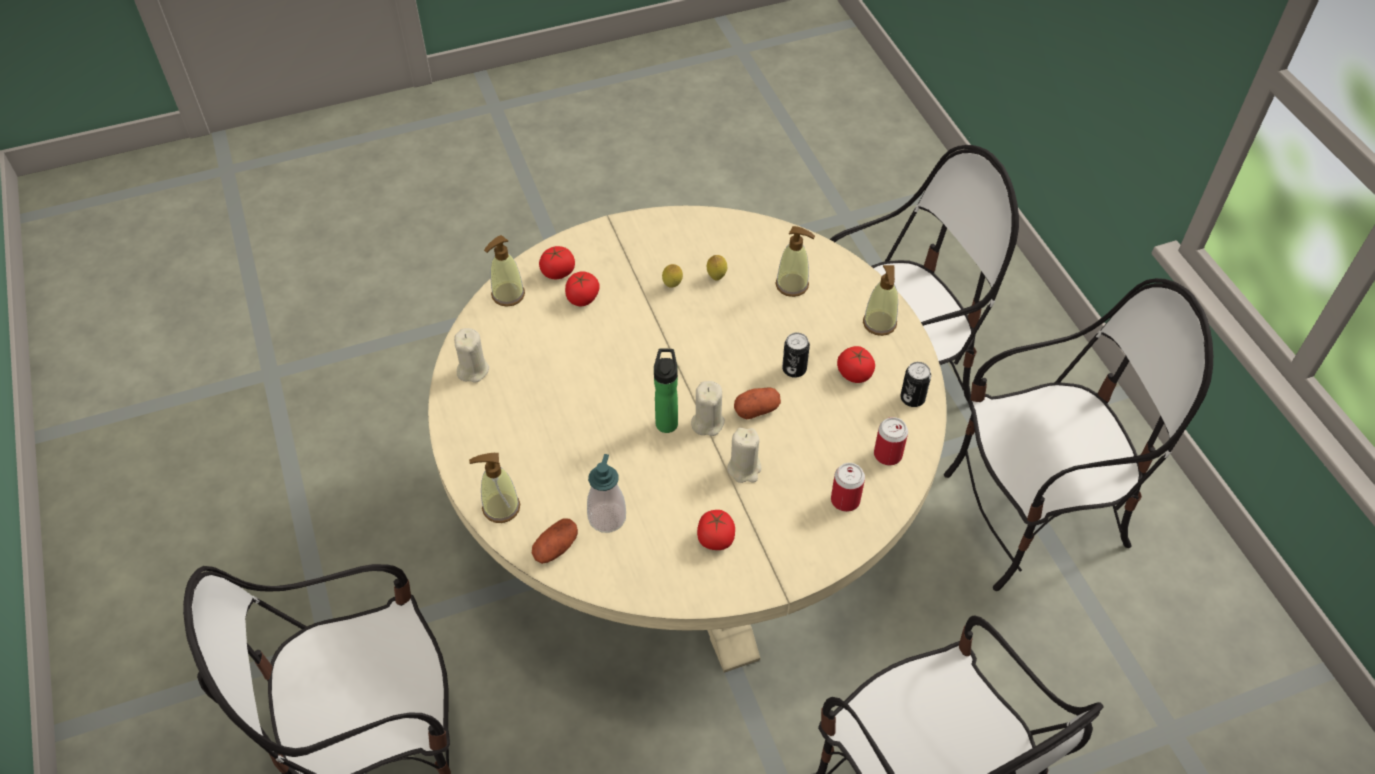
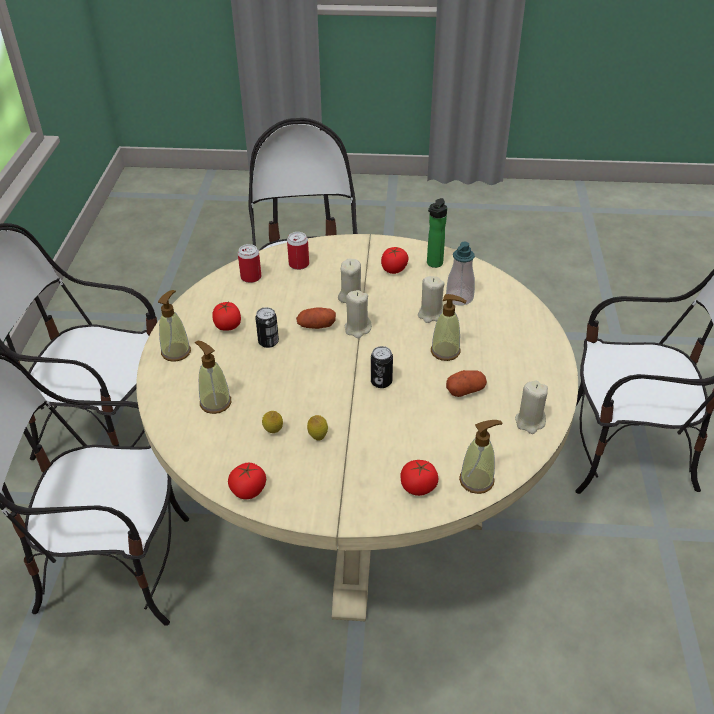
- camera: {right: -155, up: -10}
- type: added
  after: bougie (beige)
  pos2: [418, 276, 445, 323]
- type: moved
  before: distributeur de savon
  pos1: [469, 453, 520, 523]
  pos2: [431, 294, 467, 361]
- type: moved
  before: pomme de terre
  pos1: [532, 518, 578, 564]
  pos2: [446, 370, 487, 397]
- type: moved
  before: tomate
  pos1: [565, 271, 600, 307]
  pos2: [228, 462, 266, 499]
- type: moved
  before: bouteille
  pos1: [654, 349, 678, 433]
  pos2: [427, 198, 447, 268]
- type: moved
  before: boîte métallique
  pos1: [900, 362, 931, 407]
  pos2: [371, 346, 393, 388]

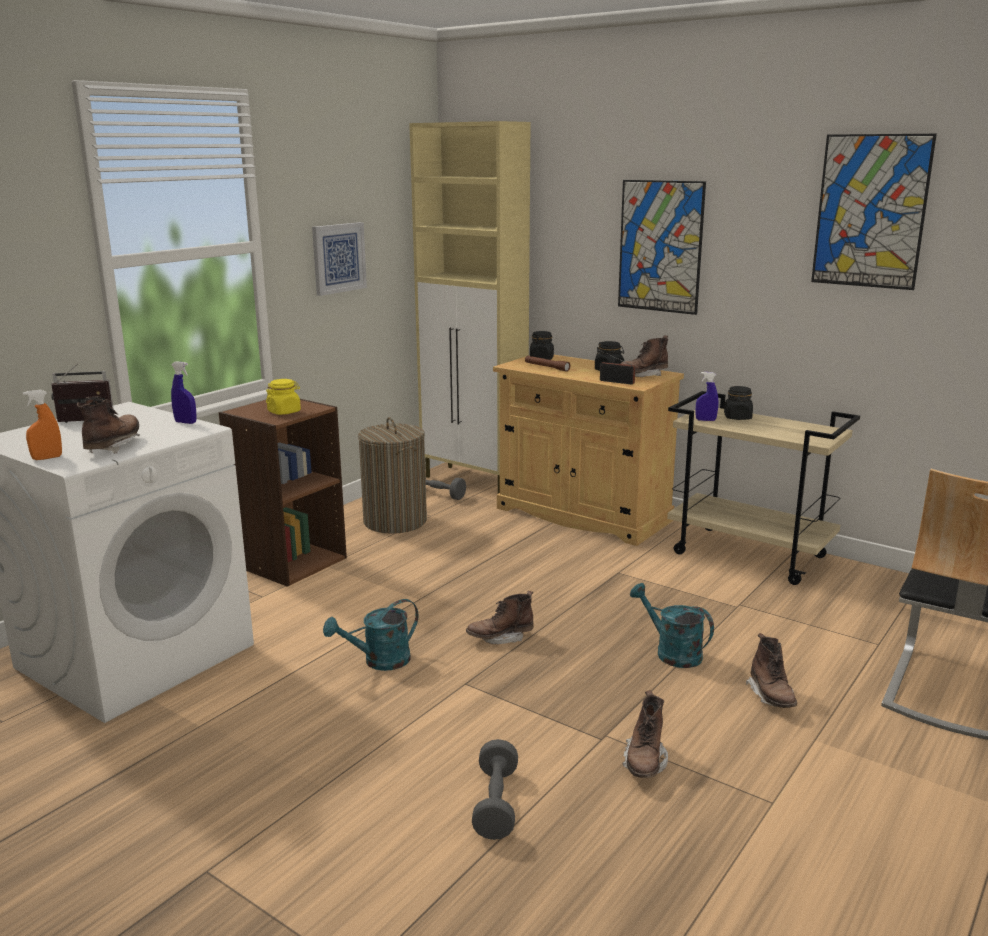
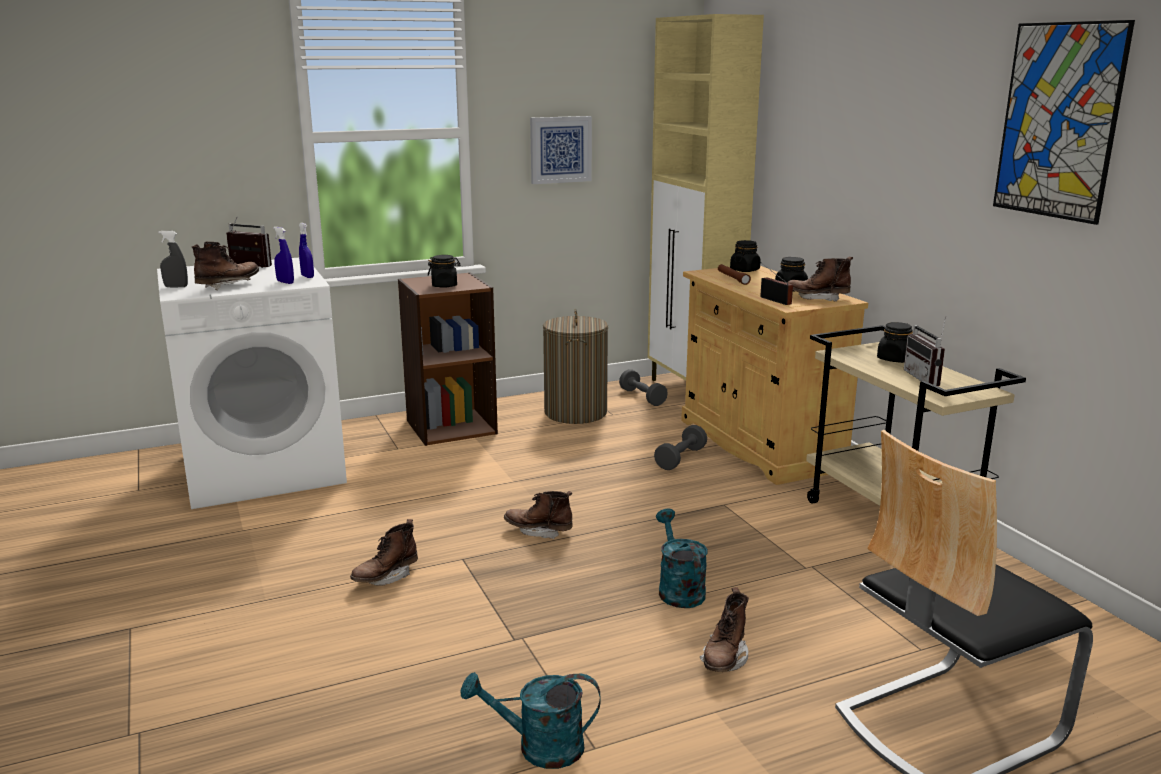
- camera: {right: 30, up: 0}
- type: removed
  before: tableau
  pos1: [618, 180, 706, 315]
- type: added
  after: radio
  pos2: [904, 316, 946, 386]
- type: moved
  before: arrosoir (turquoise)
  pos1: [323, 599, 418, 671]
  pos2: [461, 672, 601, 769]
- type: moved
  before: haltère (gris)
  pos1: [472, 739, 518, 840]
  pos2: [654, 425, 707, 470]
- type: moved
  before: botte (marron)
  pos1: [622, 690, 668, 778]
  pos2: [350, 519, 418, 585]
- type: moved
  before: vaporisateur (bleu)
  pos1: [696, 372, 718, 421]
  pos2: [273, 227, 294, 284]
- type: recoloured
  before: vaporisateur (orange)
  after: vaporisateur (gris)
  pos1: [23, 390, 62, 460]
  pos2: [158, 231, 188, 288]
- type: recoloured
  before: bocal (jaune)
  after: bocal (noir)
  pos1: [266, 379, 301, 415]
  pos2: [428, 255, 460, 288]

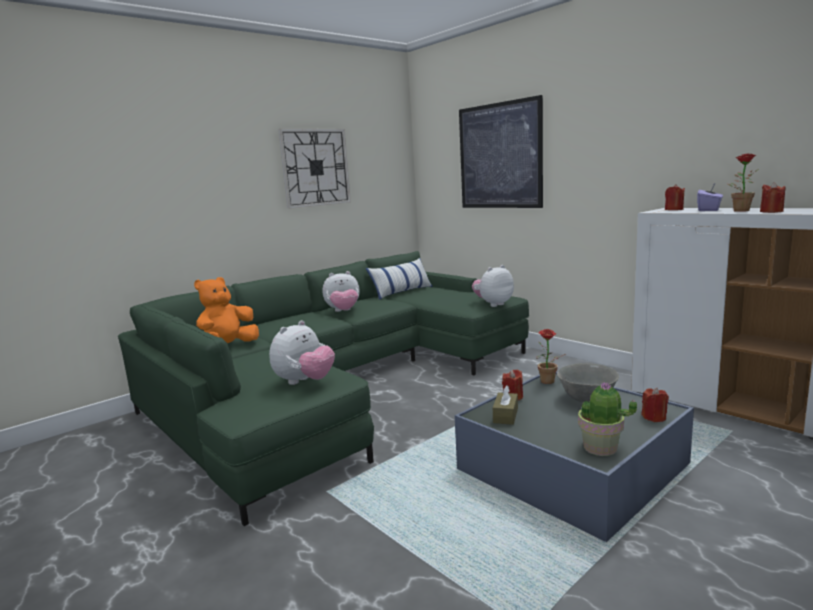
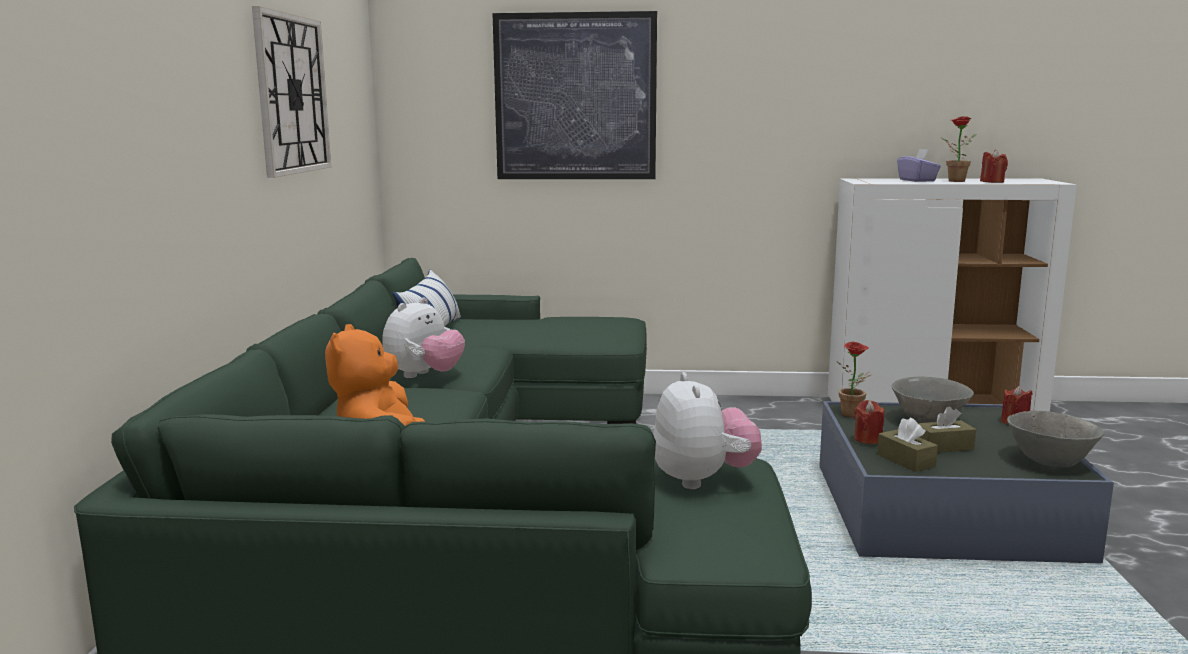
- camera: {right: -45, up: 0}
- type: removed
  before: peluche
  pos1: [472, 265, 514, 307]
- type: removed
  before: bougie (rouge)
  pos1: [665, 184, 685, 210]
- type: added
  after: boîte à mouchoirs (marron)
  pos2: [918, 406, 976, 453]
- type: replaced
  before: plante en pot
  after: bol (gris)
  pos1: [578, 382, 637, 456]
  pos2: [1007, 410, 1104, 468]

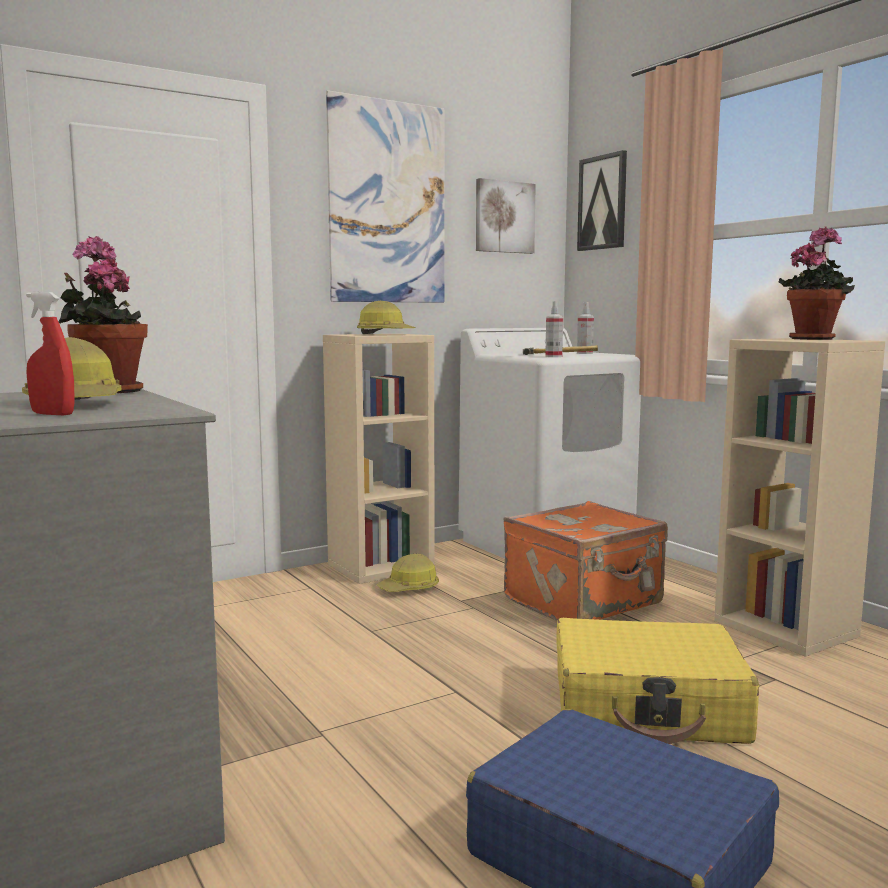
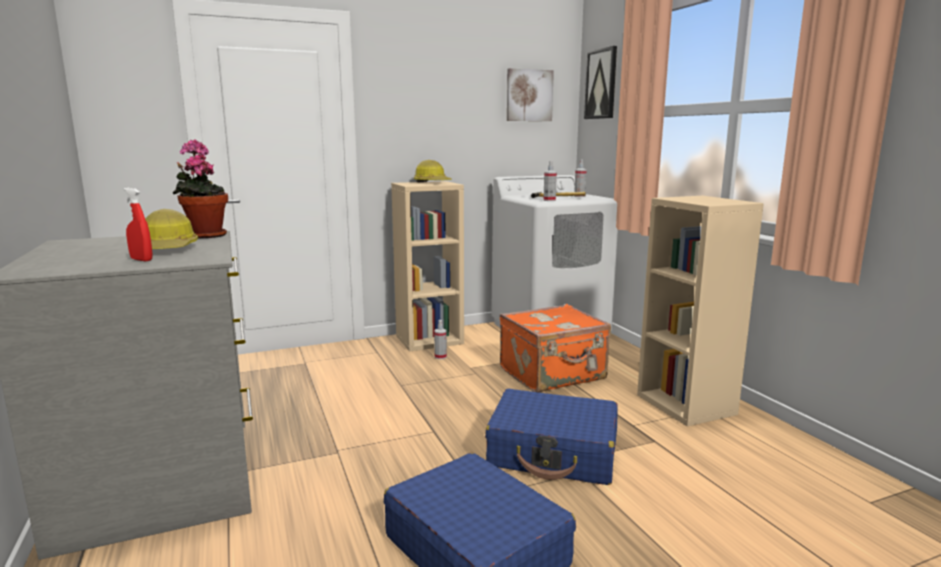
- camera: {right: 10, up: 5}
- type: removed
  before: tableau
  pos1: [326, 90, 444, 303]
- type: removed
  before: plante en pot
  pos1: [778, 226, 855, 340]
- type: replaced
  before: casque de chantier
  after: vaporisateur
  pos1: [376, 554, 439, 592]
  pos2: [434, 320, 447, 359]
- type: recoloured
  before: valise (jaune)
  after: valise (bleu)
  pos1: [556, 618, 759, 744]
  pos2: [485, 389, 618, 485]

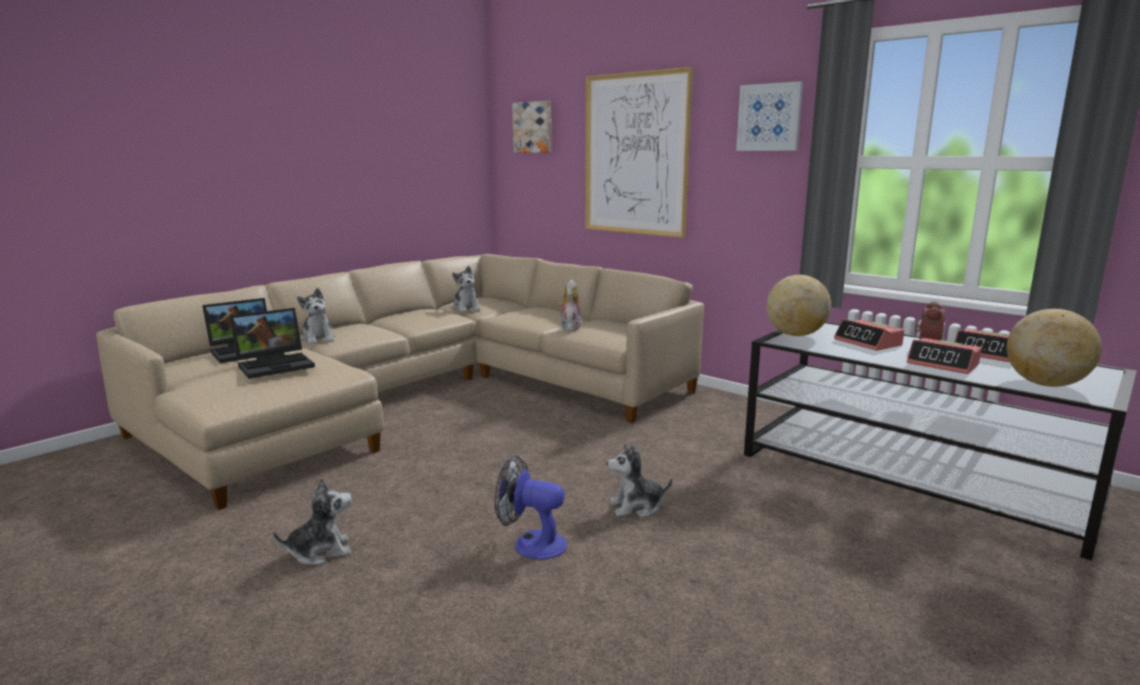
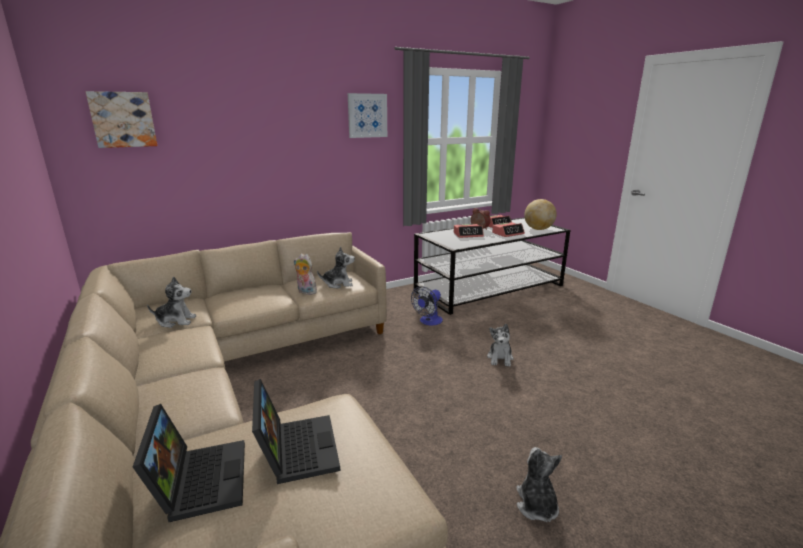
- camera: {right: -70, up: 5}
- type: removed
  before: tableau
  pos1: [585, 67, 693, 238]
- type: removed
  before: globe
  pos1: [766, 275, 831, 336]
- type: moved
  before: peluche
  pos1: [297, 288, 336, 344]
  pos2: [317, 246, 355, 289]
- type: moved
  before: ventilateur
  pos1: [495, 455, 567, 559]
  pos2: [411, 286, 443, 326]

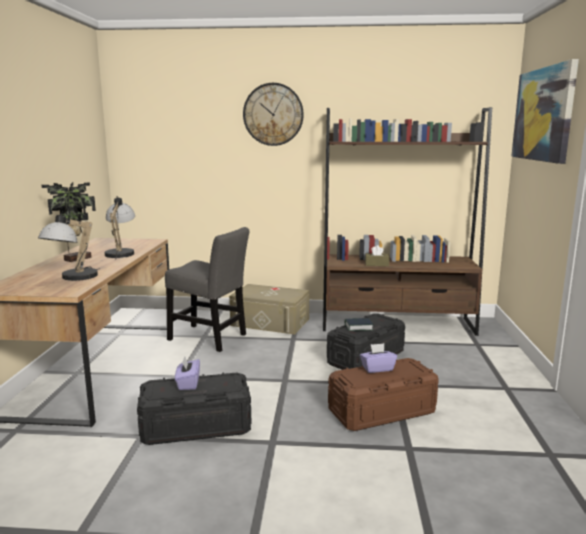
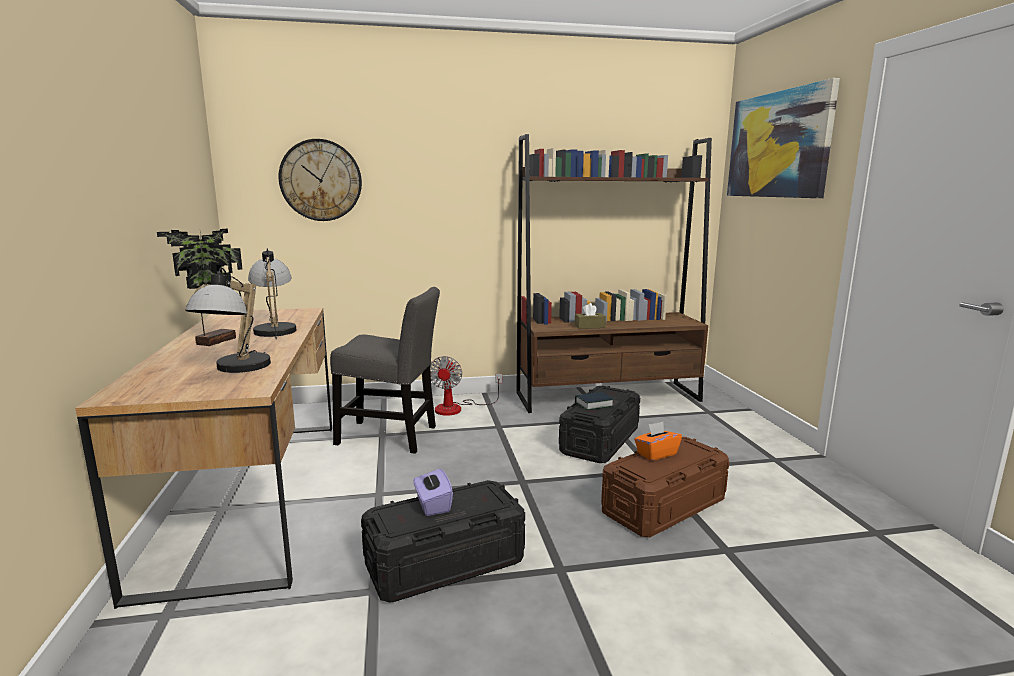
- camera: {right: -15, up: 0}
- type: moved
  before: horloge murale
  pos1: [243, 83, 304, 146]
  pos2: [278, 139, 362, 221]
- type: replaced
  before: boîte de rangement (beige)
  after: ventilateur
  pos1: [229, 284, 309, 334]
  pos2: [430, 356, 502, 416]
- type: recoloured
  before: boîte à mouchoirs (violet)
  after: boîte à mouchoirs (orange)
  pos1: [360, 343, 397, 373]
  pos2: [634, 422, 682, 461]

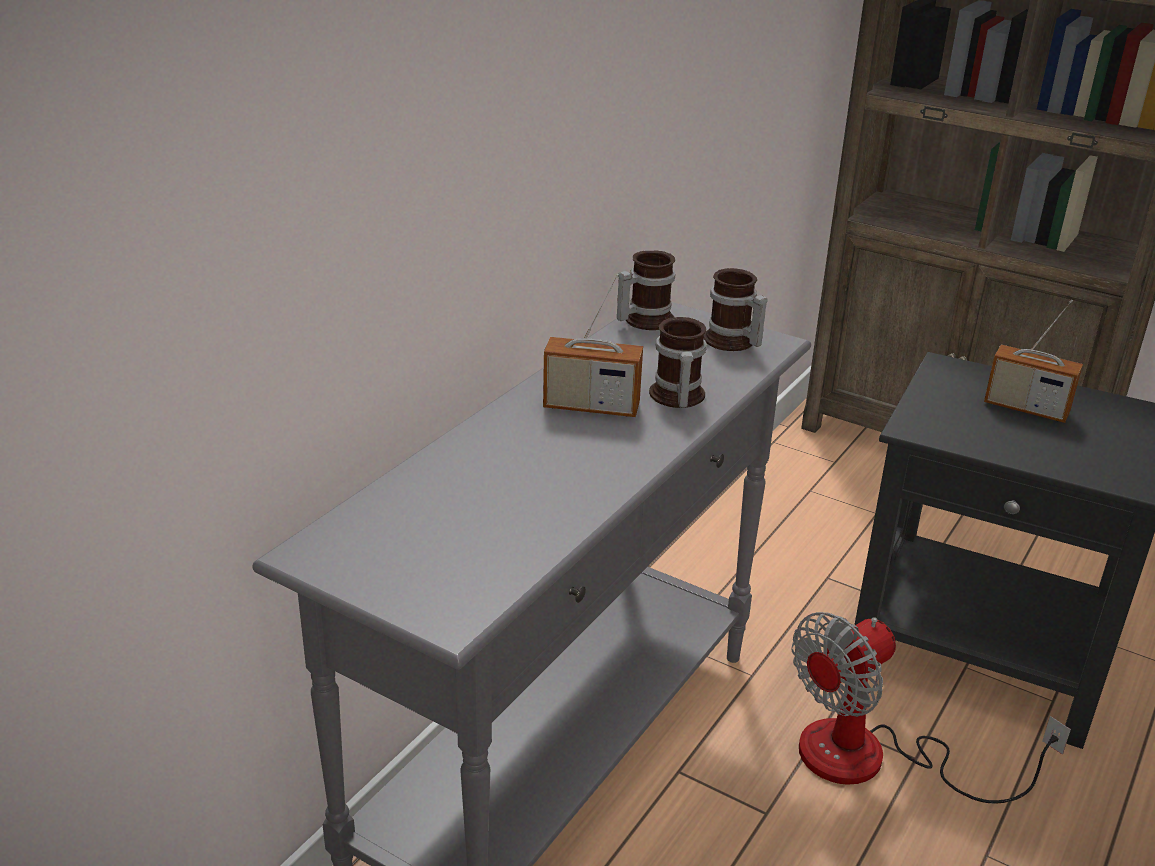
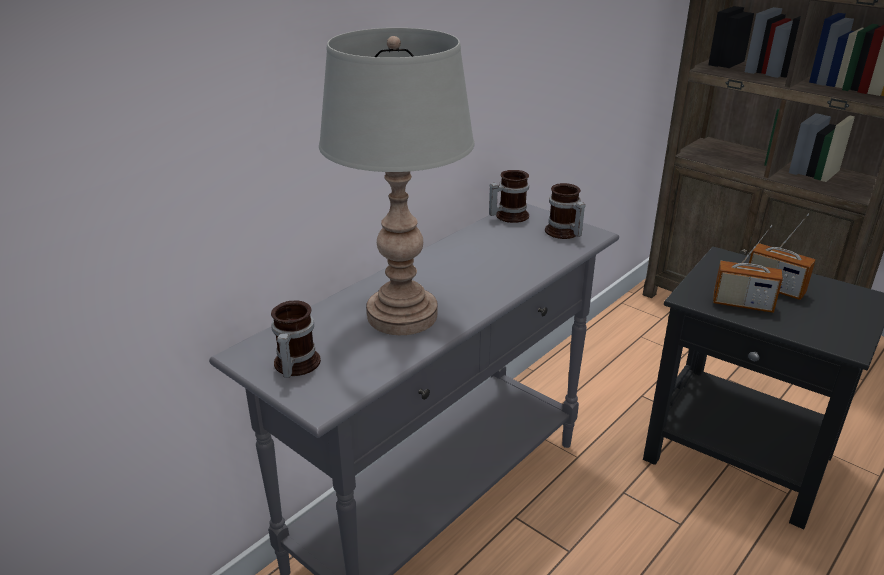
- camera: {right: 10, up: 0}
- type: removed
  before: ventilateur
  pos1: [792, 612, 1071, 804]
- type: added
  after: lampe de table (gris)
  pos2: [319, 28, 475, 335]
- type: moved
  before: radio
  pos1: [543, 274, 643, 417]
  pos2: [713, 225, 783, 313]
- type: moved
  before: mug
  pos1: [649, 317, 707, 408]
  pos2: [271, 300, 321, 378]

